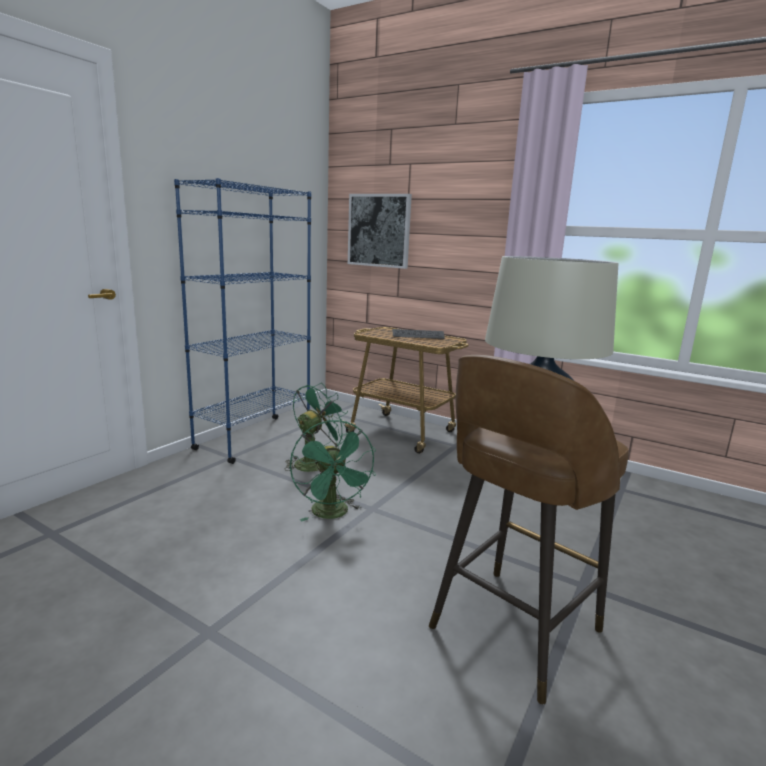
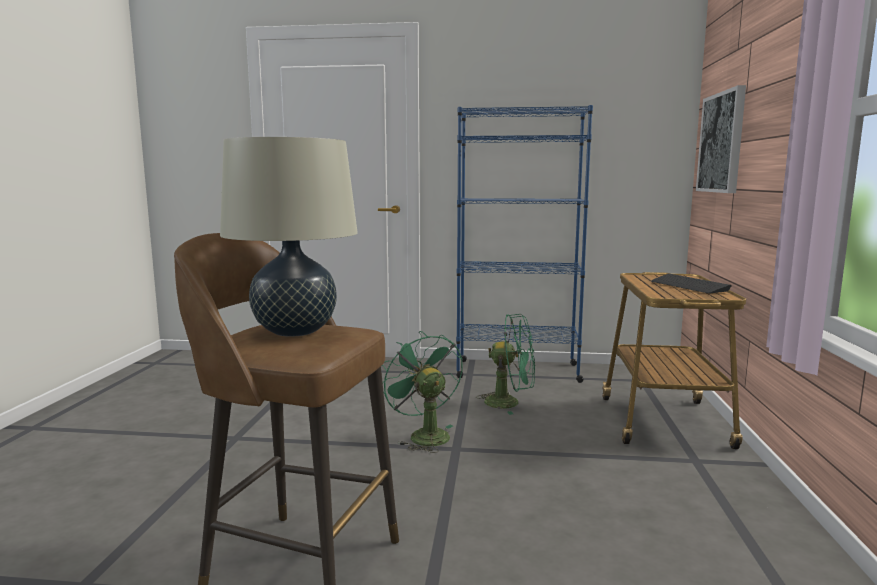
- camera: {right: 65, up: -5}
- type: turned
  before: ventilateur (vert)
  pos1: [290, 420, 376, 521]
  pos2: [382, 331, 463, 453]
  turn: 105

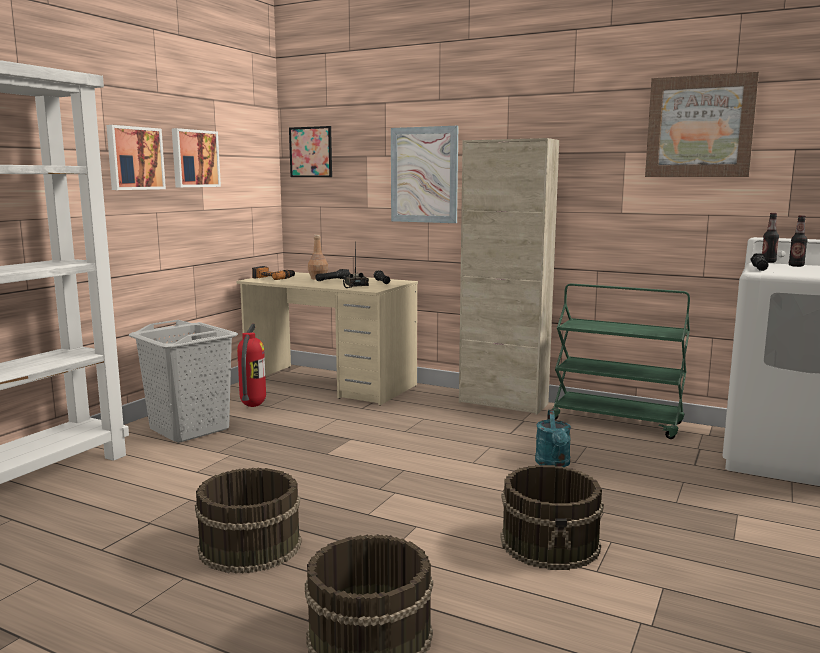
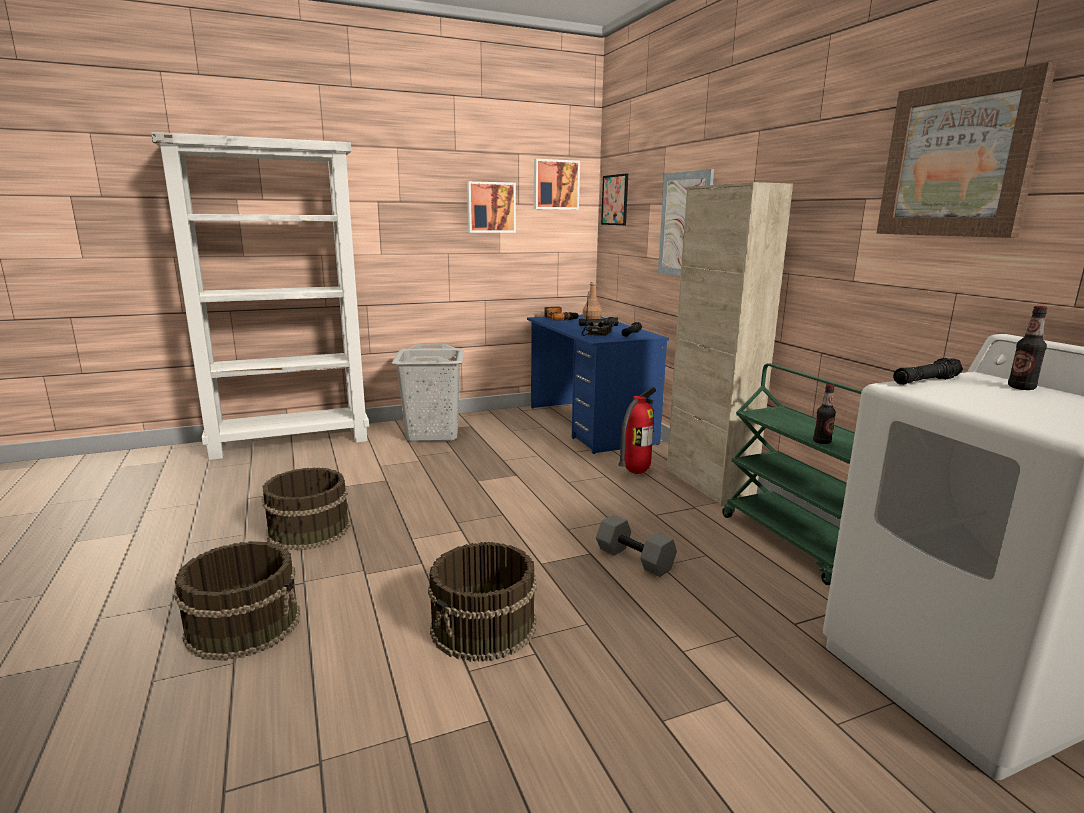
- camera: {right: 40, up: 5}
- type: moved
  before: tableau
  pos1: [106, 125, 166, 190]
  pos2: [534, 159, 580, 210]
- type: moved
  before: extincteur
  pos1: [237, 323, 266, 407]
  pos2: [618, 387, 656, 474]
- type: moved
  before: bouteille
  pos1: [762, 213, 779, 263]
  pos2: [813, 384, 836, 444]
- type: replaced
  before: arrosoir (turquoise)
  after: haltère (gris)
  pos1: [535, 410, 571, 467]
  pos2: [596, 515, 677, 577]
- type: recoloured
  before: bureau (beige)
  after: bureau (bleu)
  pos1: [236, 272, 418, 406]
  pos2: [527, 315, 669, 454]

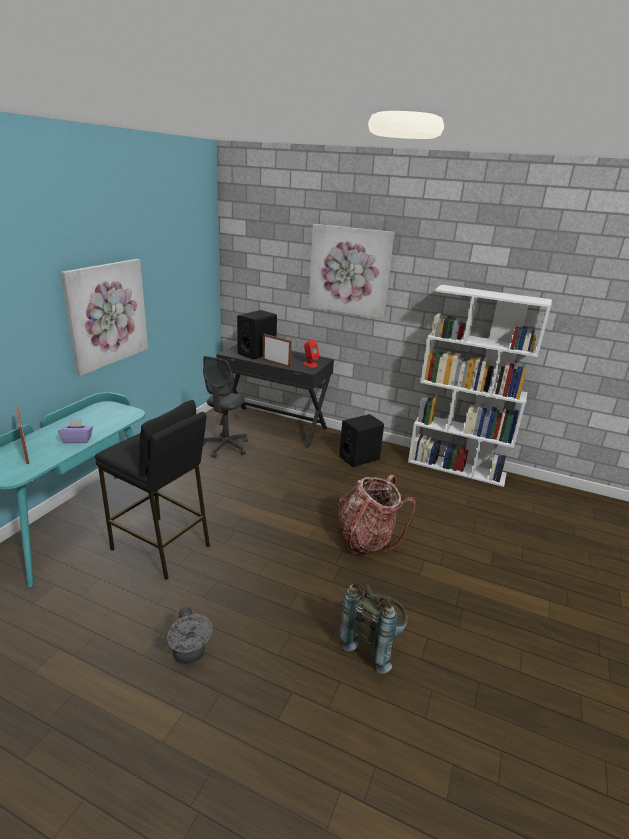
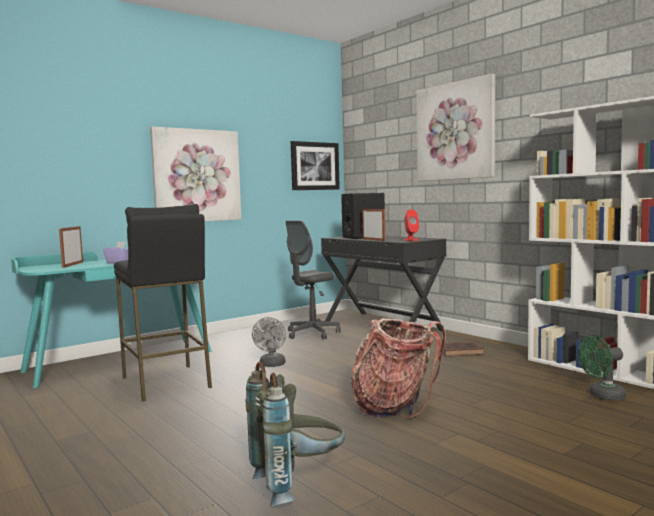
- camera: {right: 30, up: -20}
- type: added
  after: tableau
  pos2: [291, 141, 340, 190]
- type: added
  after: ventilateur (vert)
  pos2: [578, 335, 626, 400]
- type: moved
  before: ventilateur (gris)
  pos1: [167, 607, 212, 664]
  pos2: [252, 317, 286, 367]
- type: replaced
  before: enceinte (noir)
  after: livre (marron)
  pos1: [339, 414, 384, 467]
  pos2: [440, 342, 484, 356]

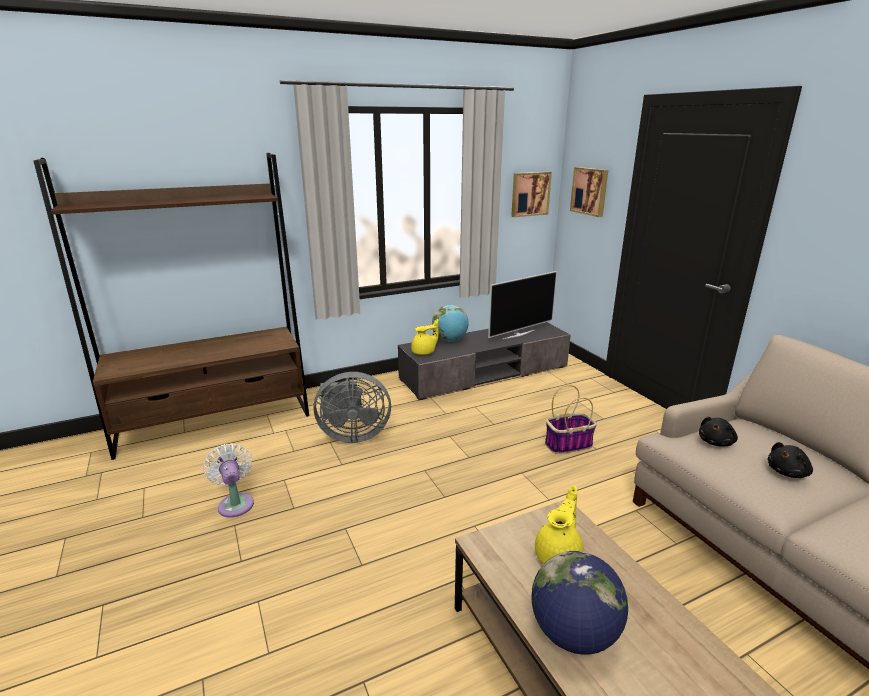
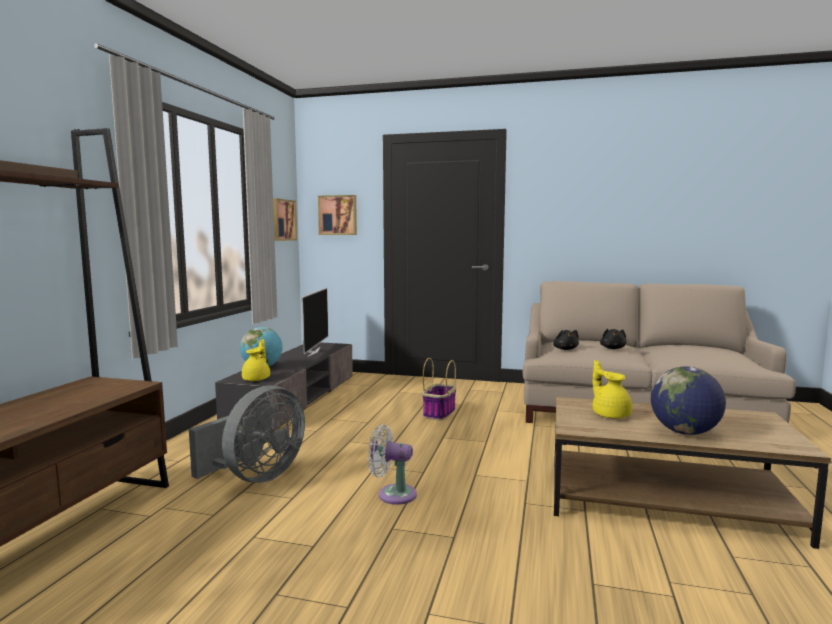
- camera: {right: -50, up: -15}
- type: moved
  before: ventilateur (blanc)
  pos1: [203, 443, 254, 518]
  pos2: [368, 425, 417, 505]

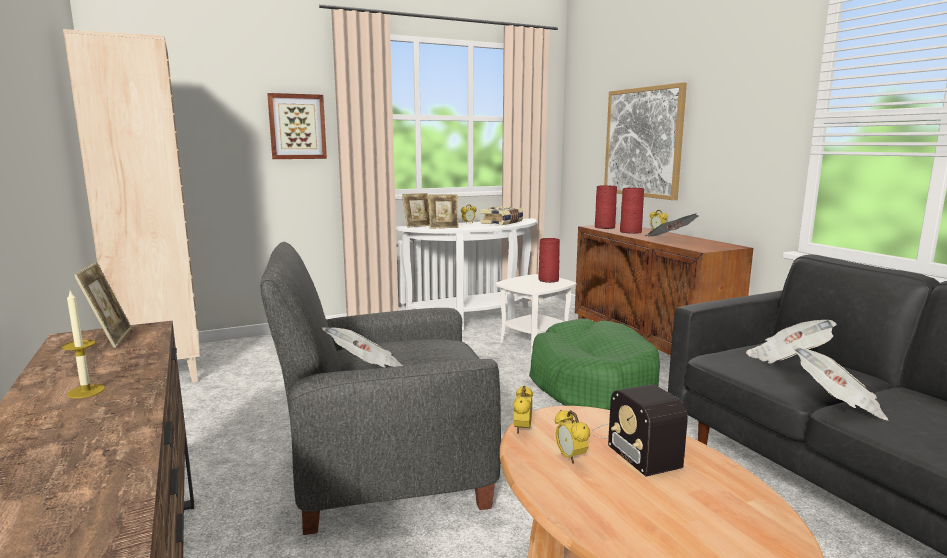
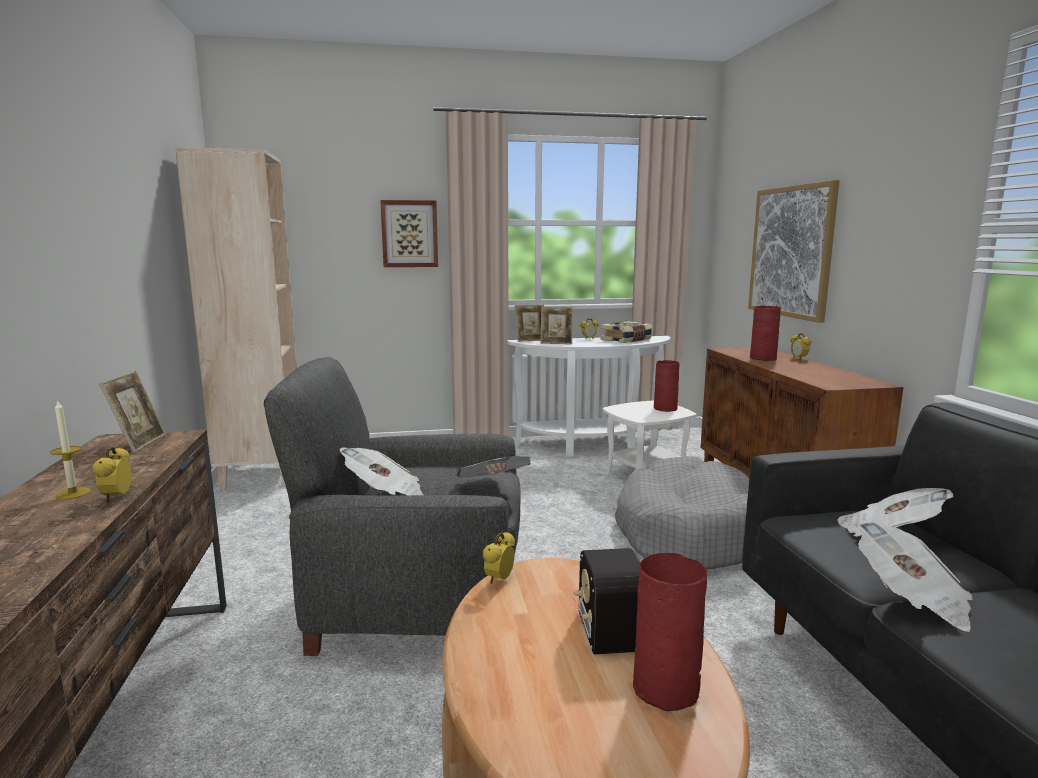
- camera: {right: 15, up: 0}
- type: moved
  before: réveil
  pos1: [555, 410, 590, 464]
  pos2: [93, 446, 131, 502]
- type: moved
  before: vase (rouge)
  pos1: [595, 185, 617, 229]
  pos2: [633, 553, 707, 711]
- type: moved
  before: journal
  pos1: [645, 213, 698, 237]
  pos2: [455, 456, 531, 478]
- type: recoloured
  before: panier pour chien (vert)
  after: panier pour chien (gris)
  pos1: [529, 318, 660, 410]
  pos2: [614, 456, 749, 570]

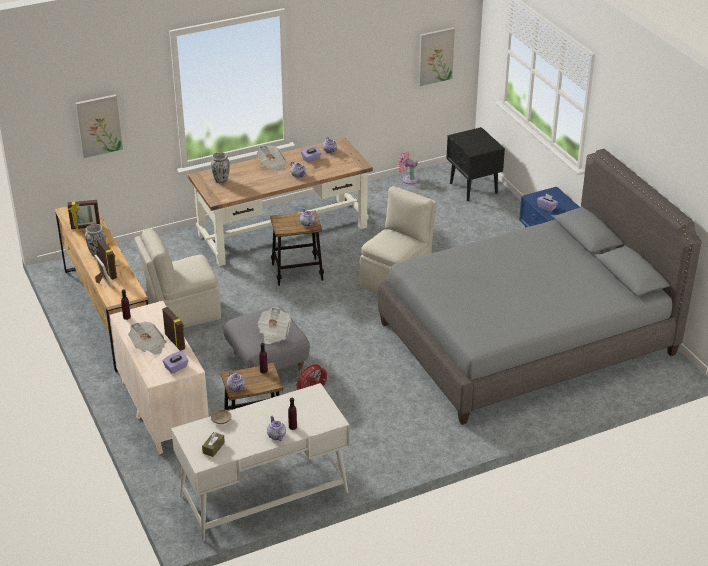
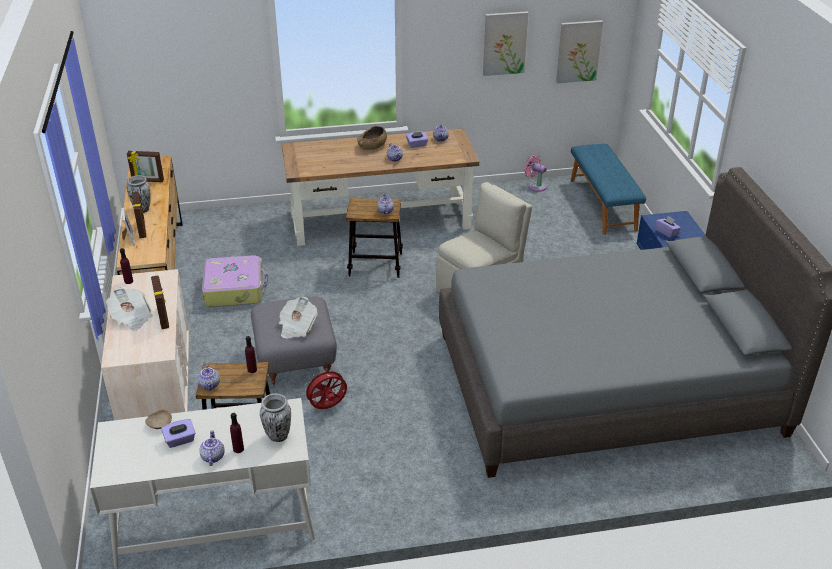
- camera: {right: 15, up: 0}
- type: removed
  before: boîte à mouchoirs (marron)
  pos1: [202, 432, 225, 457]
- type: moved
  before: tableau
  pos1: [75, 94, 123, 158]
  pos2: [483, 11, 528, 76]
- type: moved
  before: boîte à mouchoirs (violet)
  pos1: [163, 351, 189, 373]
  pos2: [161, 419, 195, 448]
- type: moved
  before: vase
  pos1: [211, 152, 230, 183]
  pos2: [260, 393, 291, 442]
- type: replaced
  before: chaise (beige)
  after: valise
  pos1: [134, 228, 221, 328]
  pos2: [202, 255, 268, 307]
- type: replaced
  before: journal
  after: bol (marron)
  pos1: [257, 145, 287, 173]
  pos2: [357, 126, 387, 150]
- type: replaced
  before: table de chevet (noir)
  after: banc (bleu)
  pos1: [446, 127, 505, 201]
  pos2: [571, 144, 646, 235]

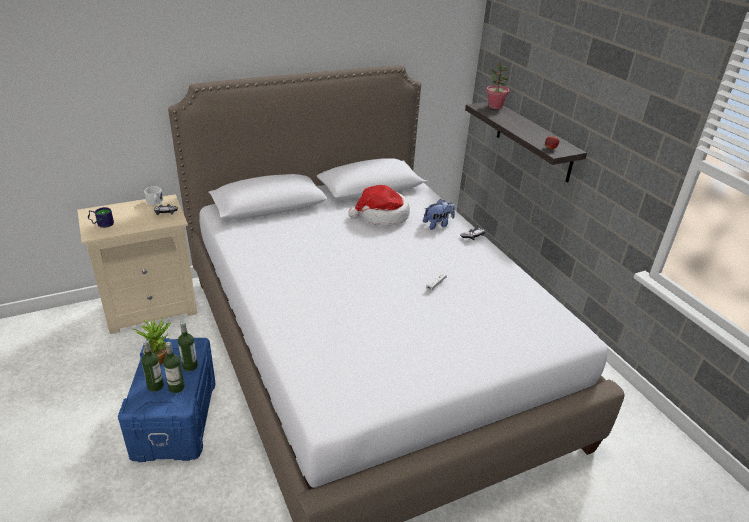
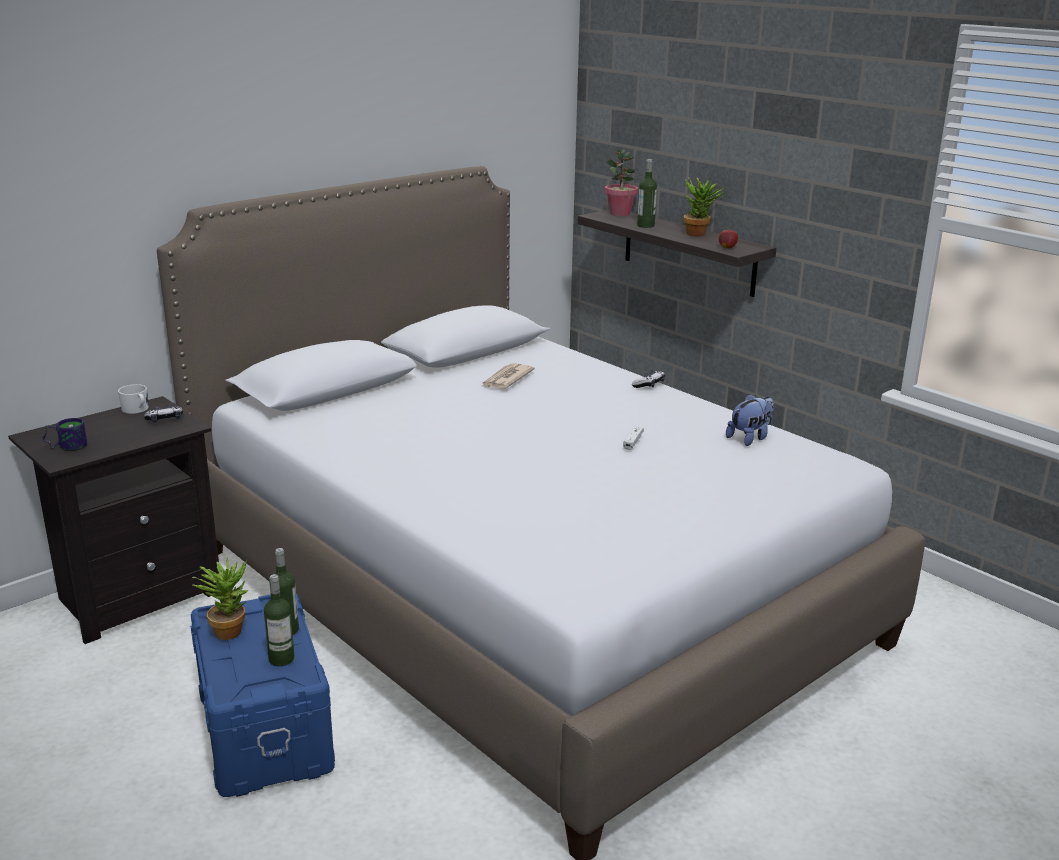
- camera: {right: -15, up: -10}
- type: added
  after: plante en pot
  pos2: [684, 178, 726, 236]
- type: moved
  before: bouteille
  pos1: [141, 340, 164, 392]
  pos2: [637, 159, 657, 228]
- type: moved
  before: peluche
  pos1: [423, 199, 455, 230]
  pos2: [726, 394, 774, 446]
- type: replaced
  before: chapeau
  after: journal
  pos1: [348, 185, 410, 226]
  pos2: [481, 363, 535, 389]
- type: recoloured
  before: table de chevet (beige)
  after: table de chevet (noir)
  pos1: [77, 194, 197, 334]
  pos2: [8, 396, 219, 644]

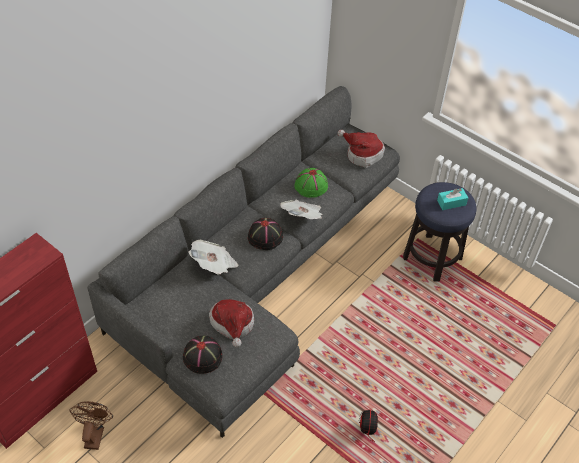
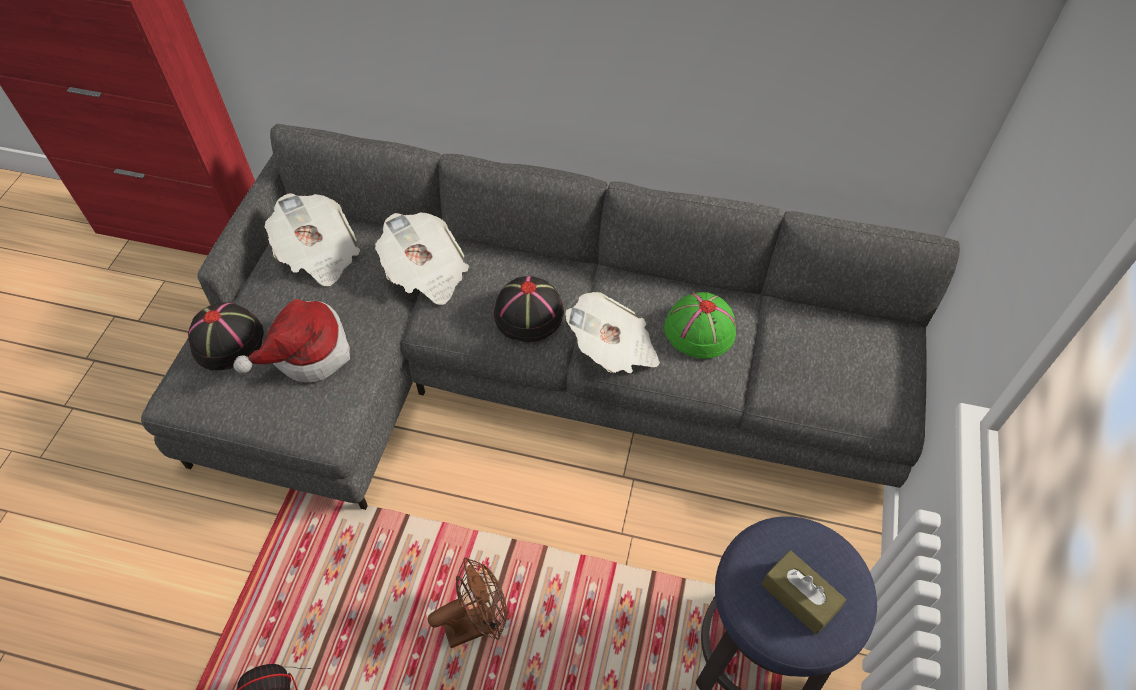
- camera: {right: 65, up: 5}
- type: removed
  before: chapeau
  pos1: [338, 130, 385, 168]
- type: added
  after: journal
  pos2: [265, 193, 360, 286]
- type: moved
  before: ventilateur (marron)
  pos1: [69, 401, 113, 450]
  pos2: [428, 557, 507, 648]
- type: recoloured
  before: boîte à mouchoirs (turquoise)
  after: boîte à mouchoirs (marron)
  pos1: [437, 188, 468, 210]
  pos2: [762, 550, 846, 635]

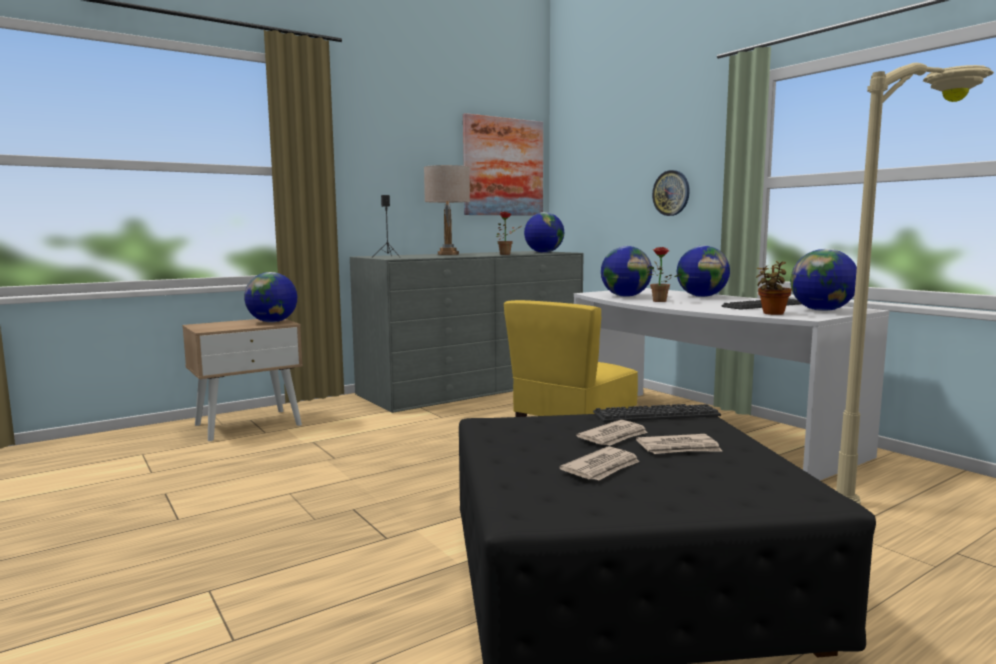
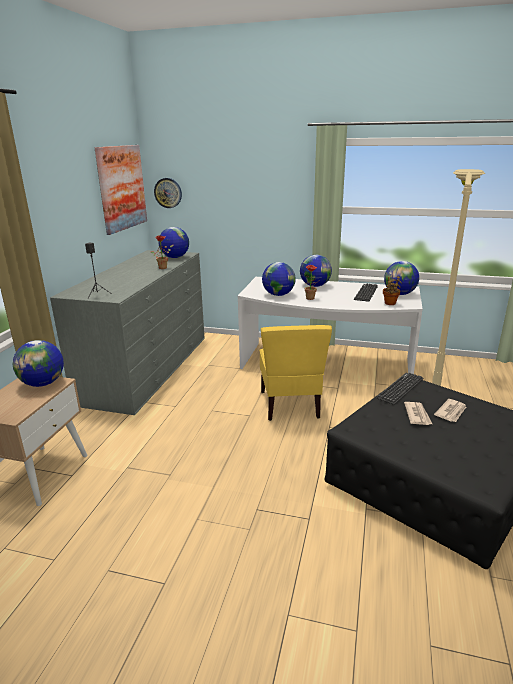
- camera: {right: -40, up: 15}
- type: removed
  before: lampe de table (beige)
  pos1: [424, 165, 470, 255]
- type: removed
  before: journal
  pos1: [559, 446, 640, 481]
- type: moved
  before: horloge murale
  pos1: [652, 170, 690, 216]
  pos2: [154, 178, 182, 208]

